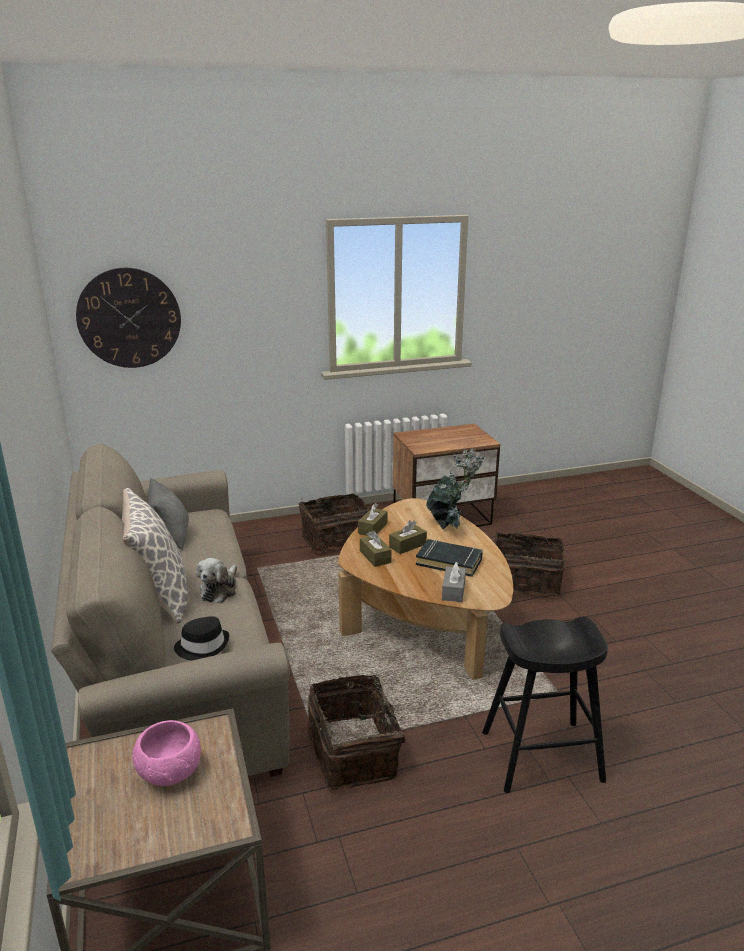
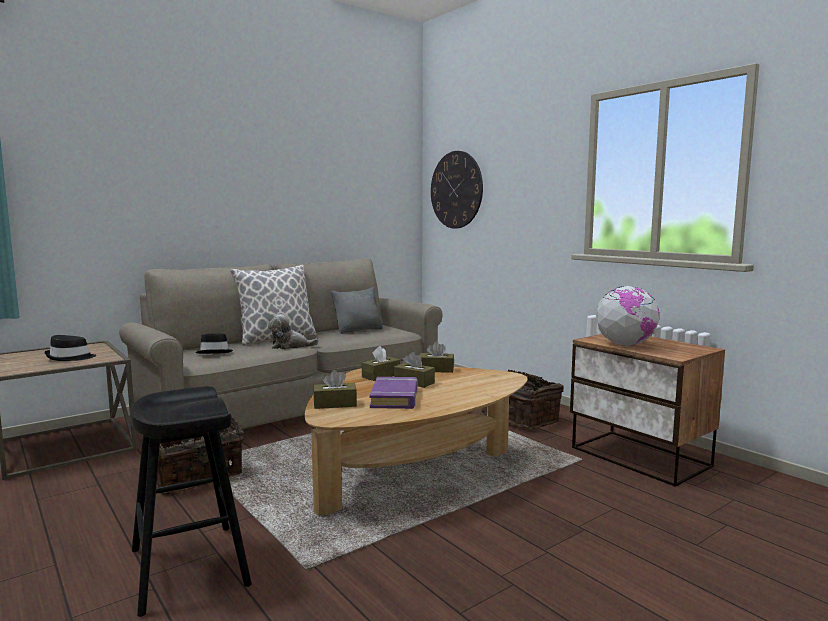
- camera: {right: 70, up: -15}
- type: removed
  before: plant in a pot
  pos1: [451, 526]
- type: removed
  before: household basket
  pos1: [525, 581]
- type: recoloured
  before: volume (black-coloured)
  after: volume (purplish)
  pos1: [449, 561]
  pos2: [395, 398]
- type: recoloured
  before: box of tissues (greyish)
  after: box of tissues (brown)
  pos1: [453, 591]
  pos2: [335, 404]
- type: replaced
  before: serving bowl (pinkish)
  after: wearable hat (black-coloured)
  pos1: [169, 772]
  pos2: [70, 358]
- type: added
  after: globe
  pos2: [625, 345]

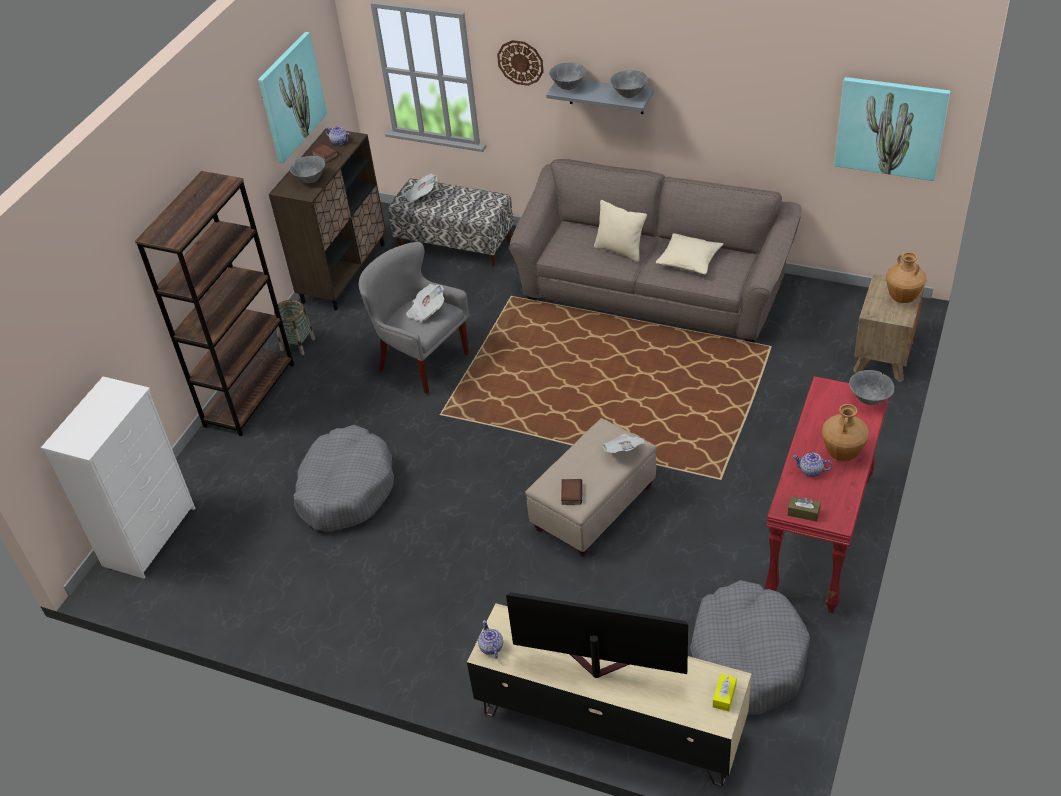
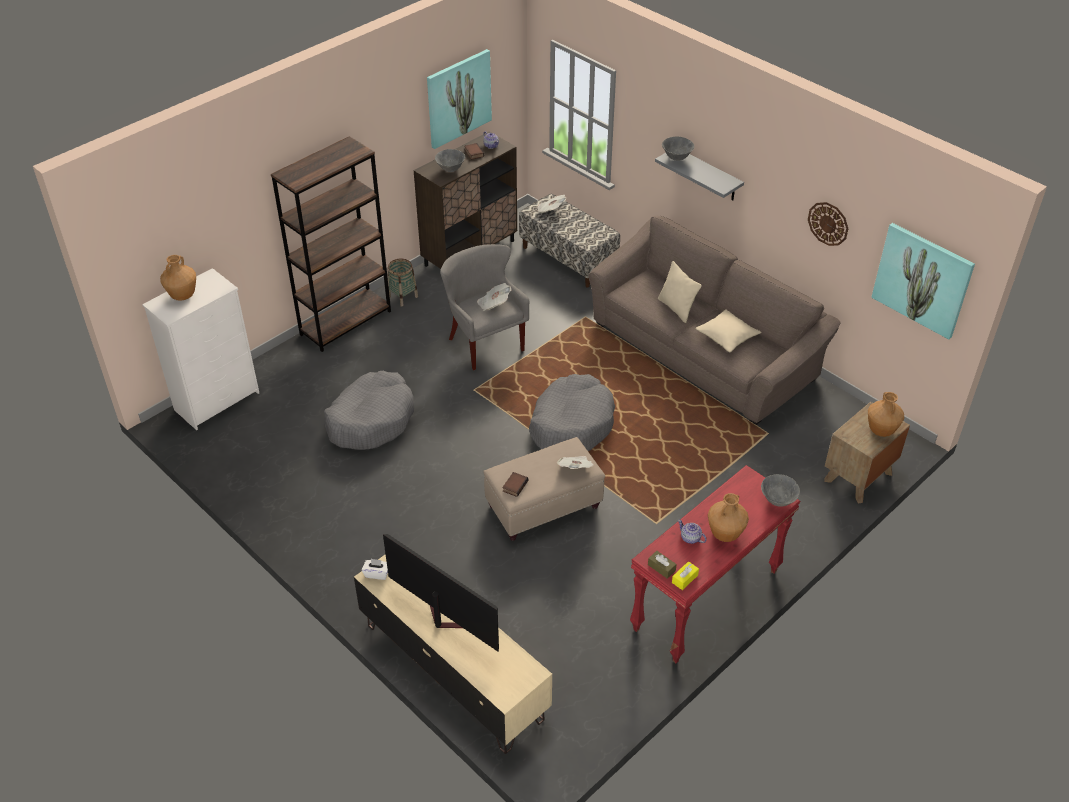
- camera: {right: 20, up: 0}
- type: moved
  before: wall clock
  pos1: [520, 62]
  pos2: [828, 223]
- type: removed
  before: serving bowl (greyish)
  pos1: [629, 95]
- type: moved
  before: dog bed (greyish)
  pos1: [748, 657]
  pos2: [571, 424]
- type: replaced
  before: pot for tea
  after: box of tissues (whitish)
  pos1: [491, 647]
  pos2: [377, 573]
- type: moved
  before: box of tissues (yellow-coloured)
  pos1: [724, 696]
  pos2: [684, 579]
- type: added
  after: decorative vase (brown)
  pos2: [183, 296]

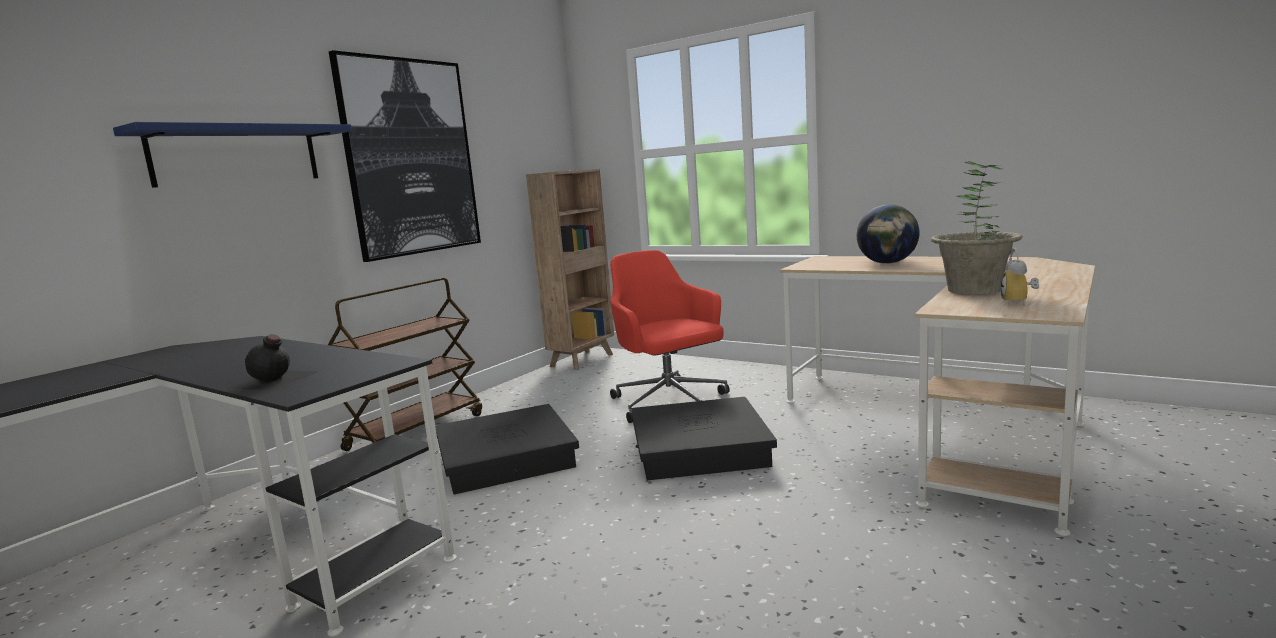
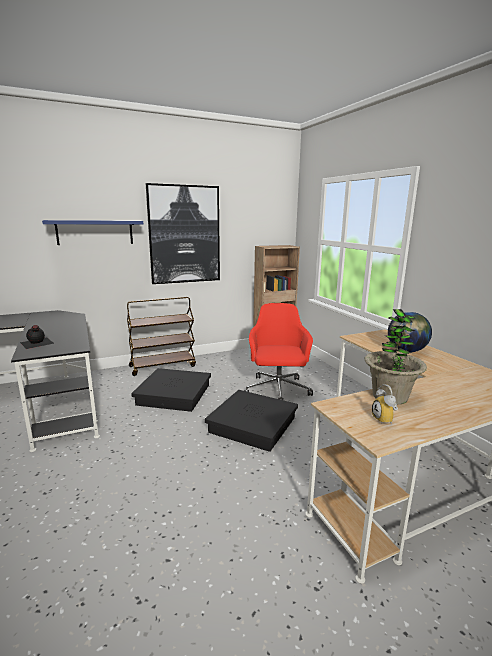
- camera: {right: 30, up: 5}
- type: turned
  before: alarm clock
  pos1: [1019, 303]
  pos2: [385, 420]
  turn: -60

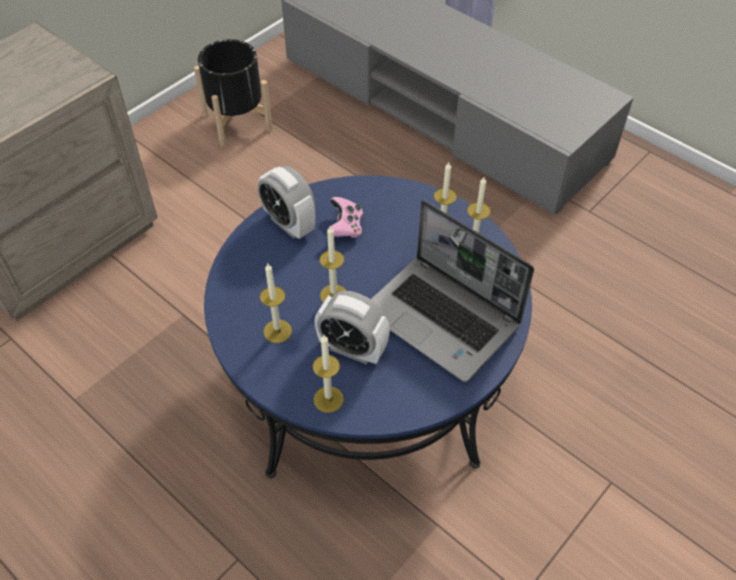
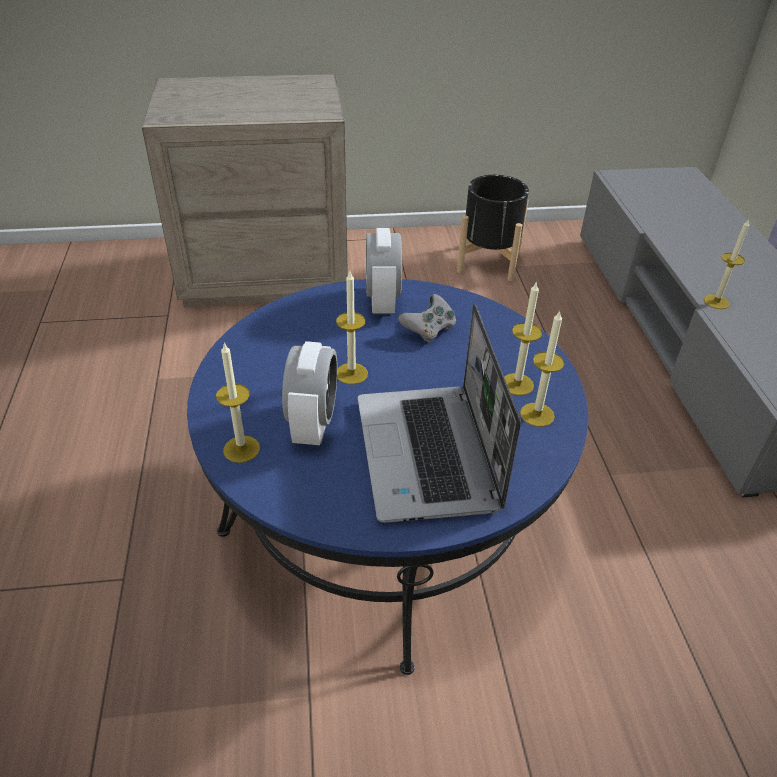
- camera: {right: 40, up: -10}
- type: recoloured
  before: game controller (pinkish)
  after: game controller (greyish)
  pos1: [345, 227]
  pos2: [428, 330]
- type: moved
  before: candle
  pos1: [277, 331]
  pos2: [716, 302]
- type: turned
  before: alarm clock
  pos1: [352, 349]
  pos2: [313, 424]
  turn: -150

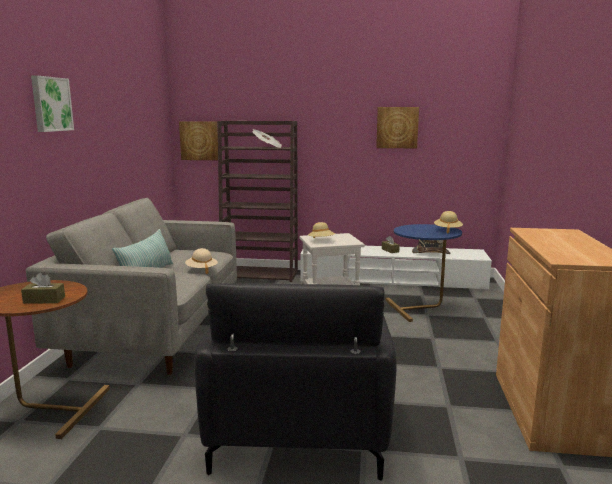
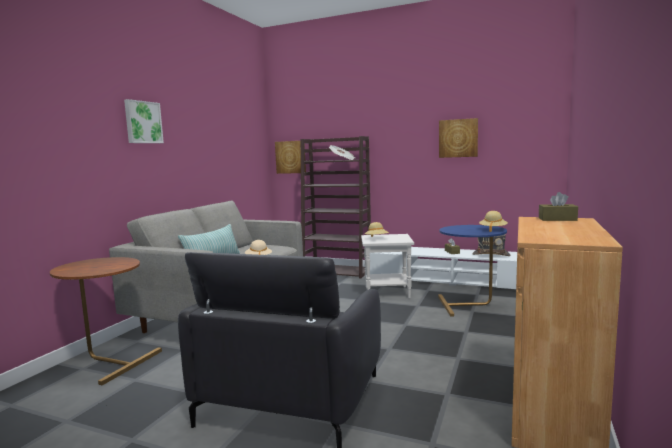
- camera: {right: 15, up: -5}
- type: moved
  before: box of tissues (brown)
  pos1: [44, 300]
  pos2: [557, 219]

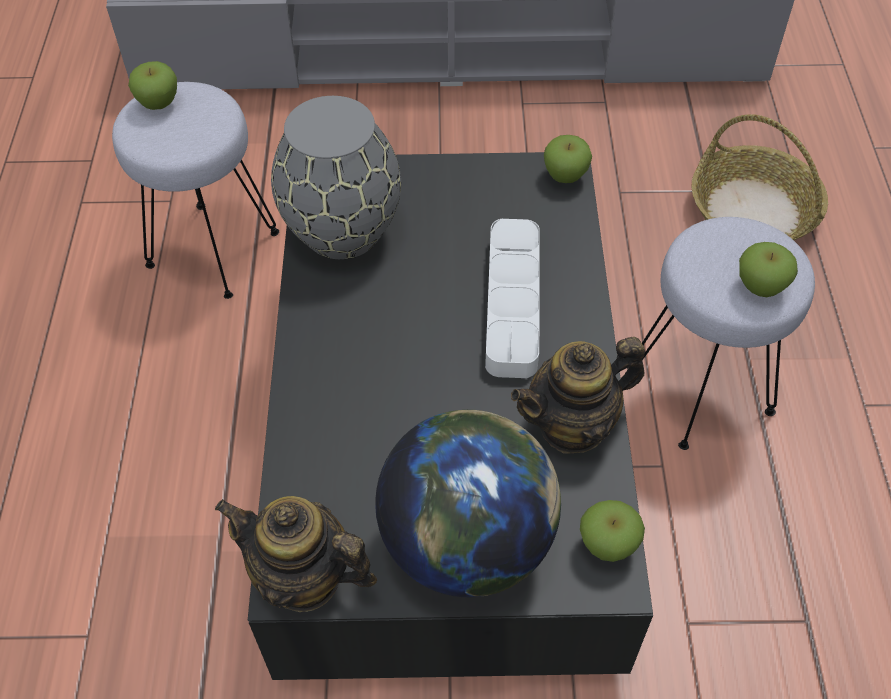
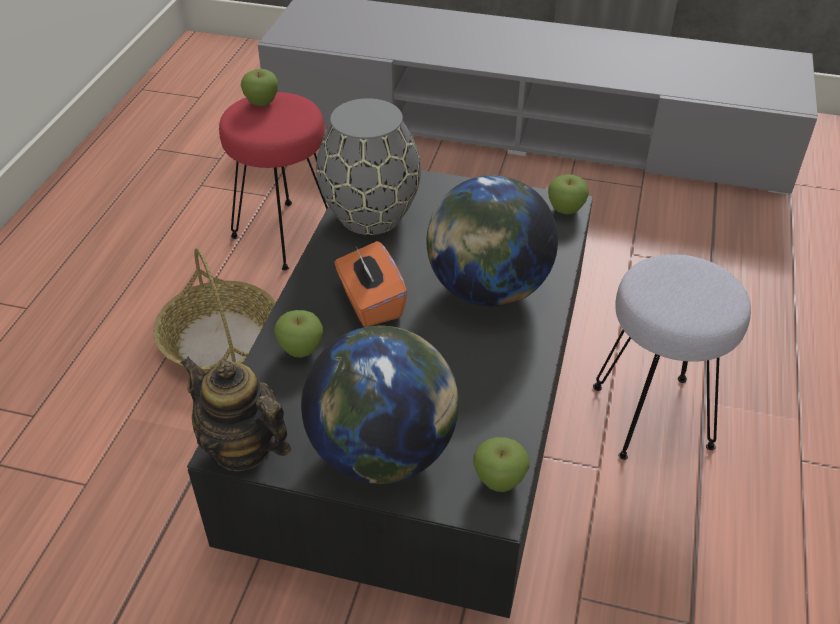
- camera: {right: 15, up: -10}
- type: recoloured
  before: sitting stool (greyish)
  after: sitting stool (red)
  pos1: [212, 251]
  pos2: [285, 235]
- type: moved
  before: household basket
  pos1: [753, 211]
  pos2: [222, 341]
- type: replaced
  before: serving tray (greyish)
  after: globe
  pos1: [512, 302]
  pos2: [487, 289]
- type: moved
  before: apple
  pos1: [760, 287]
  pos2: [301, 350]
- type: removed
  before: pot for tea
  pos1: [573, 425]
- type: added
  after: box of tissues (orange)
  pos2: [370, 303]

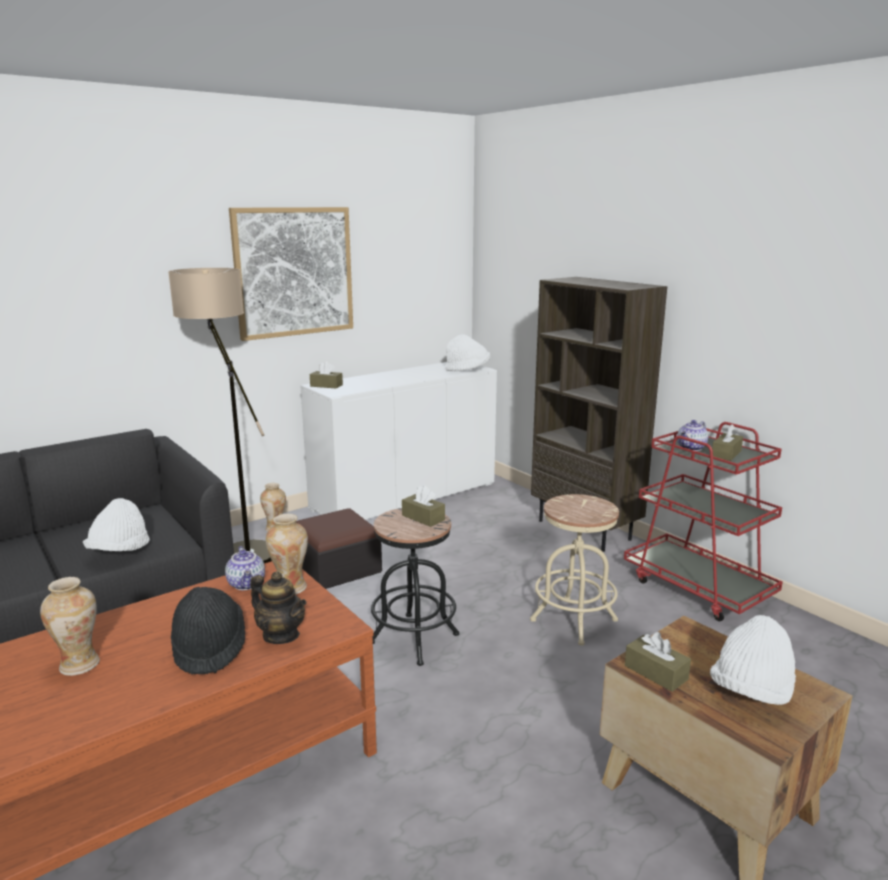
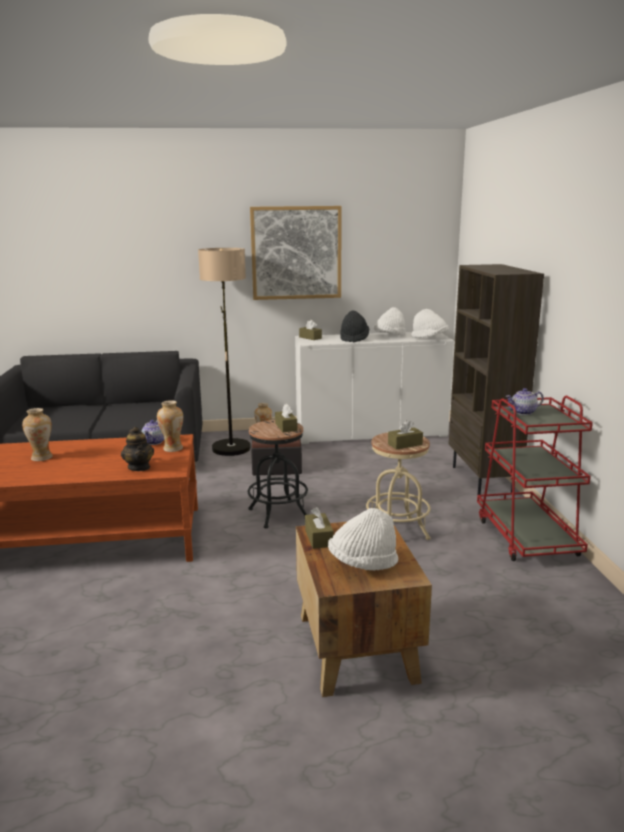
- camera: {right: 30, up: 0}
- type: moved
  before: box of tissues (brown)
  pos1: [726, 454]
  pos2: [405, 444]
- type: moved
  before: wearable hat (whitish)
  pos1: [119, 551]
  pos2: [390, 336]
- type: moved
  before: wearable hat (black-coloured)
  pos1: [209, 648]
  pos2: [354, 339]

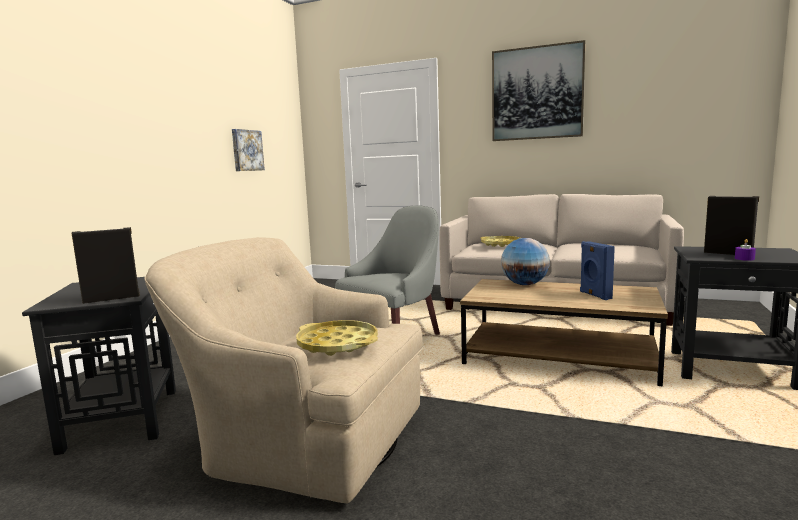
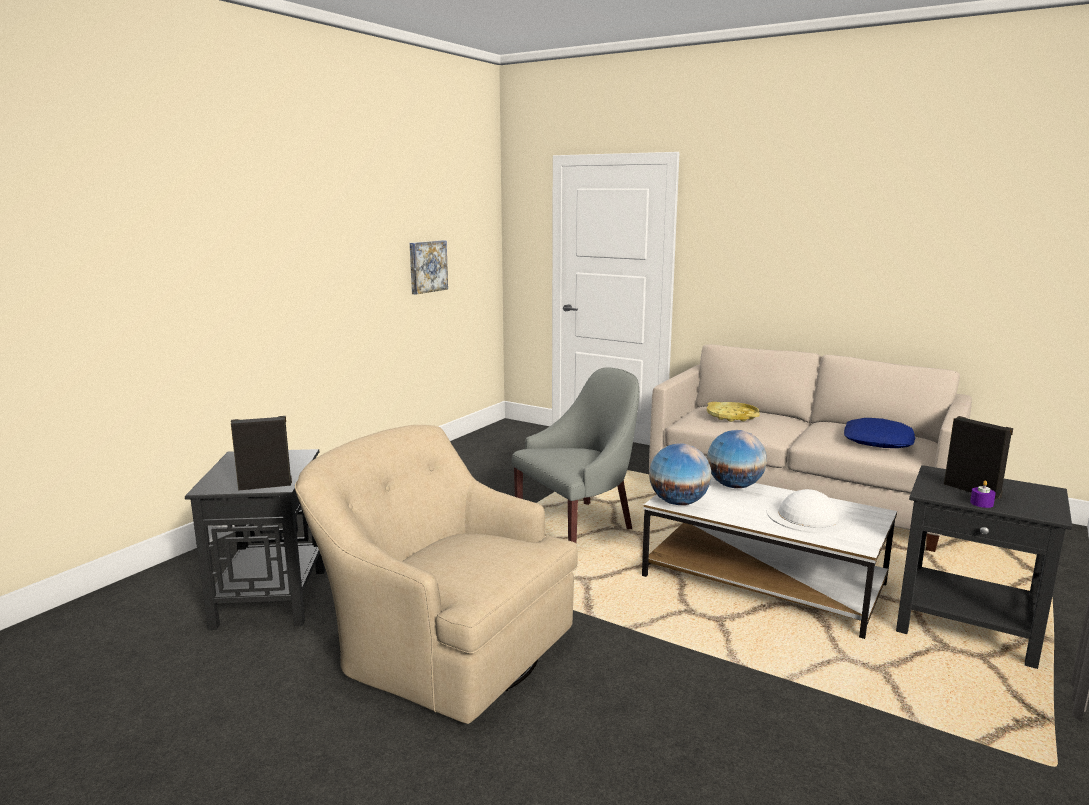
- camera: {right: 10, up: 5}
- type: removed
  before: wall art
  pos1: [537, 93]
- type: replaced
  before: loudspeaker (blue)
  after: wearable hat (whitish)
  pos1: [594, 295]
  pos2: [808, 516]
- type: recoloured
  before: coffee table (brown)
  after: coffee table (whitish)
  pos1: [560, 357]
  pos2: [764, 581]
- type: removed
  before: serving tray (yellow-coloured)
  pos1: [337, 344]
- type: added
  after: pillow (blue)
  pos2: [878, 441]
- type: added
  after: globe
  pos2: [678, 502]

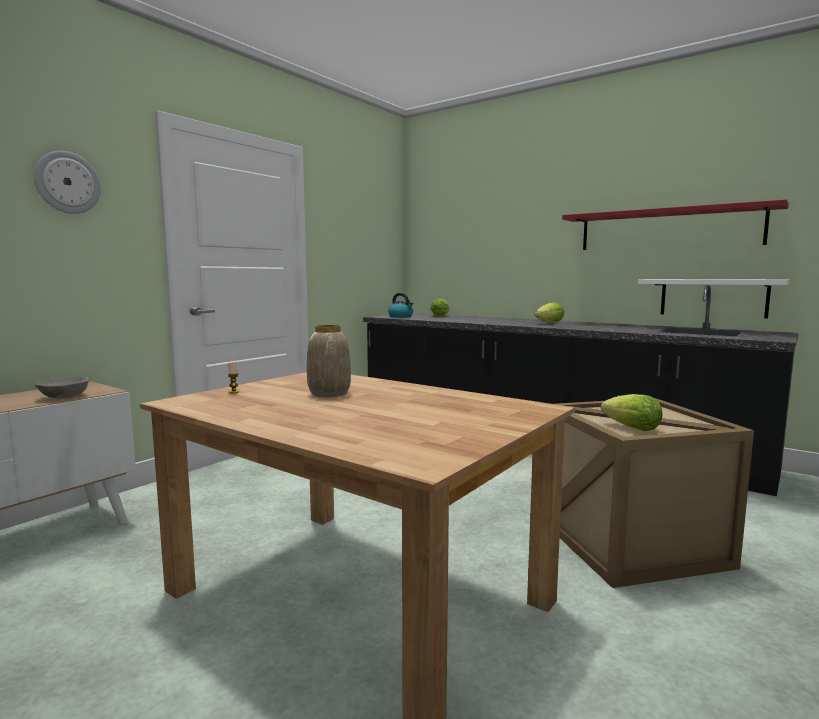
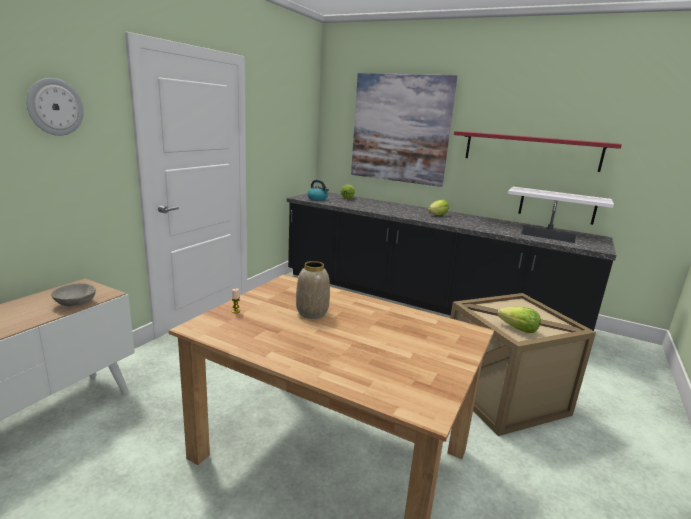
- camera: {right: -10, up: 10}
- type: added
  after: wall art
  pos2: [400, 129]

